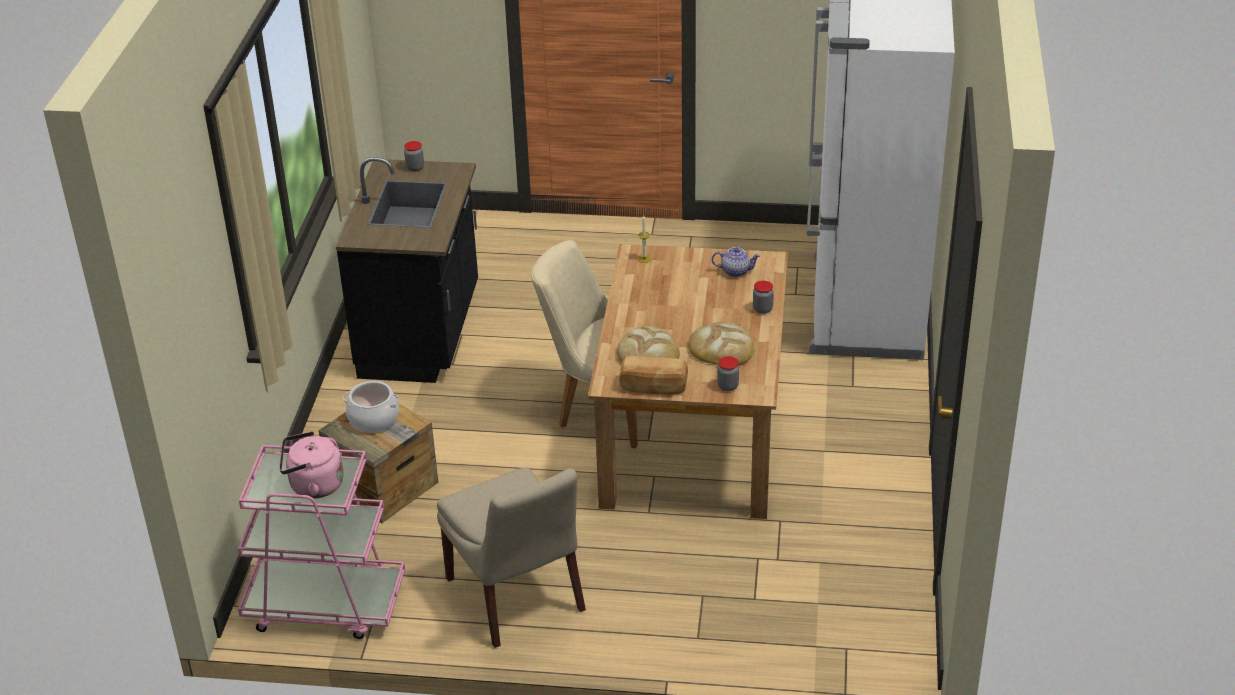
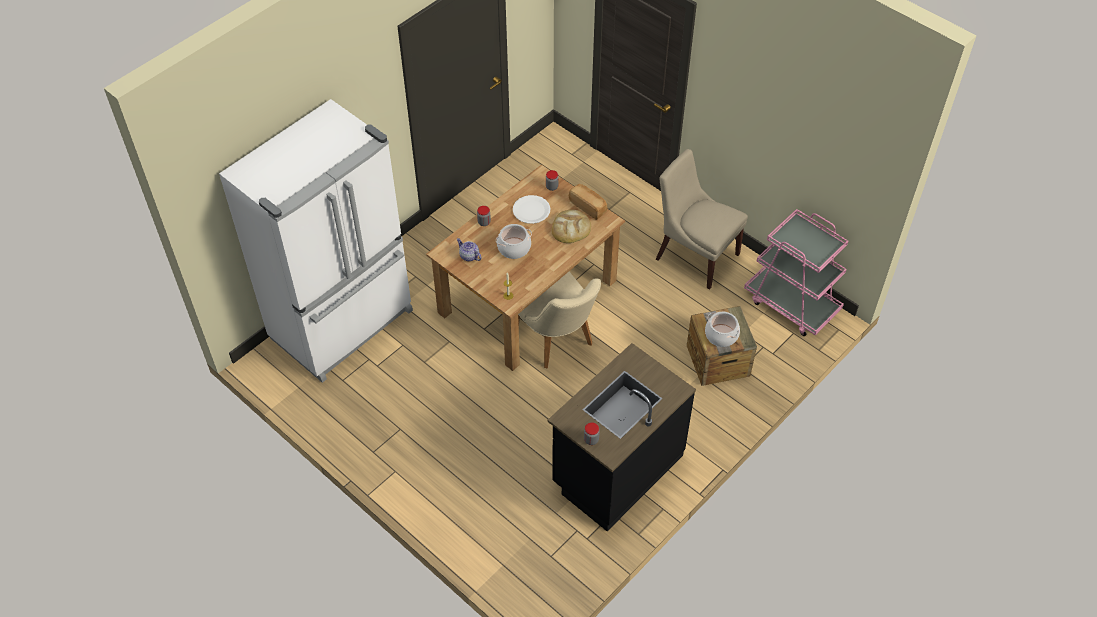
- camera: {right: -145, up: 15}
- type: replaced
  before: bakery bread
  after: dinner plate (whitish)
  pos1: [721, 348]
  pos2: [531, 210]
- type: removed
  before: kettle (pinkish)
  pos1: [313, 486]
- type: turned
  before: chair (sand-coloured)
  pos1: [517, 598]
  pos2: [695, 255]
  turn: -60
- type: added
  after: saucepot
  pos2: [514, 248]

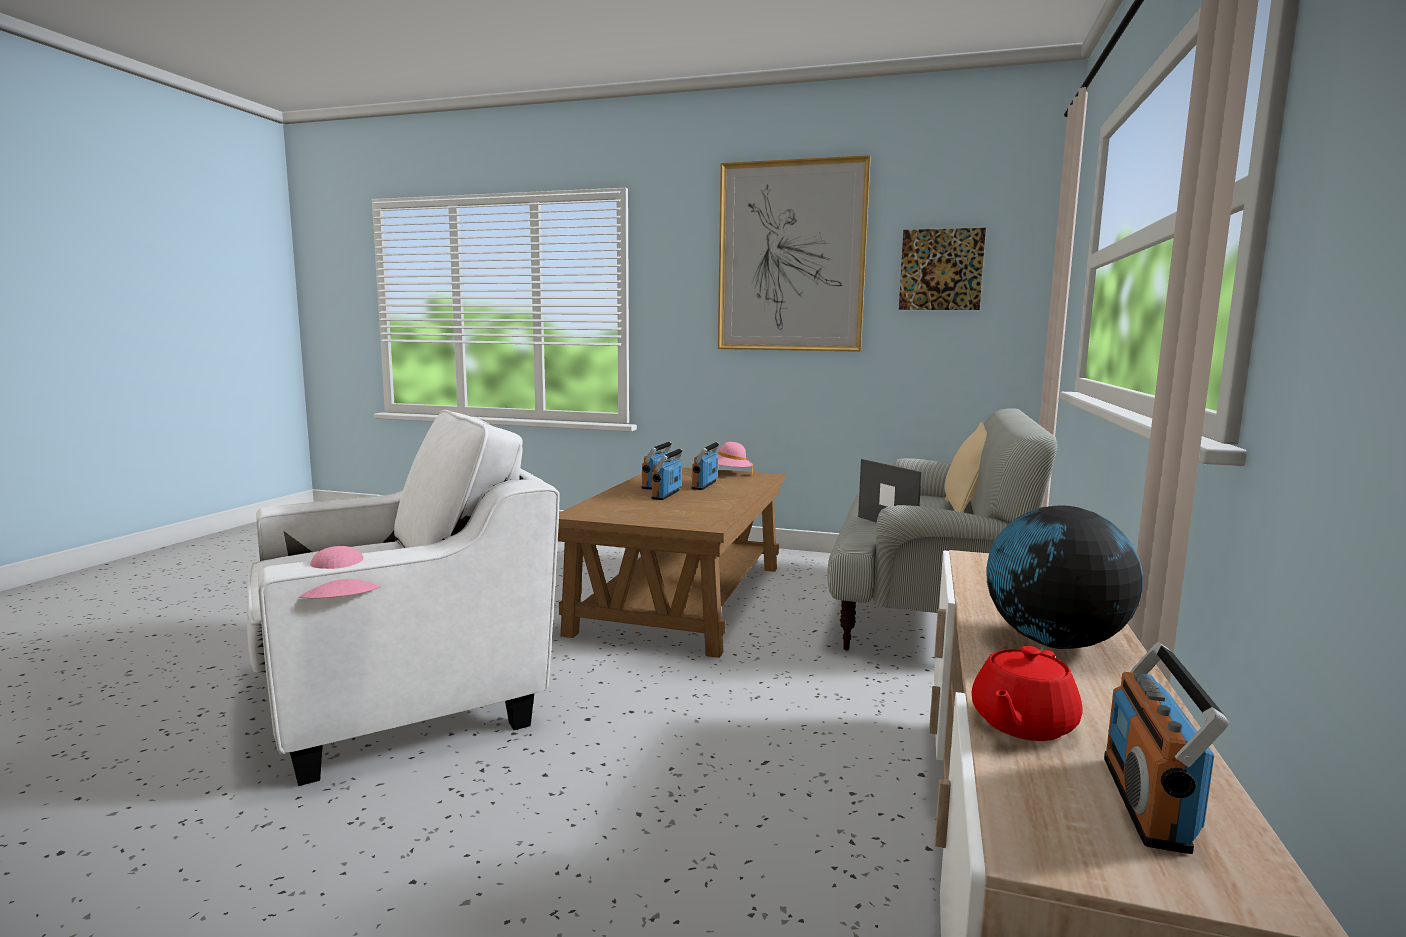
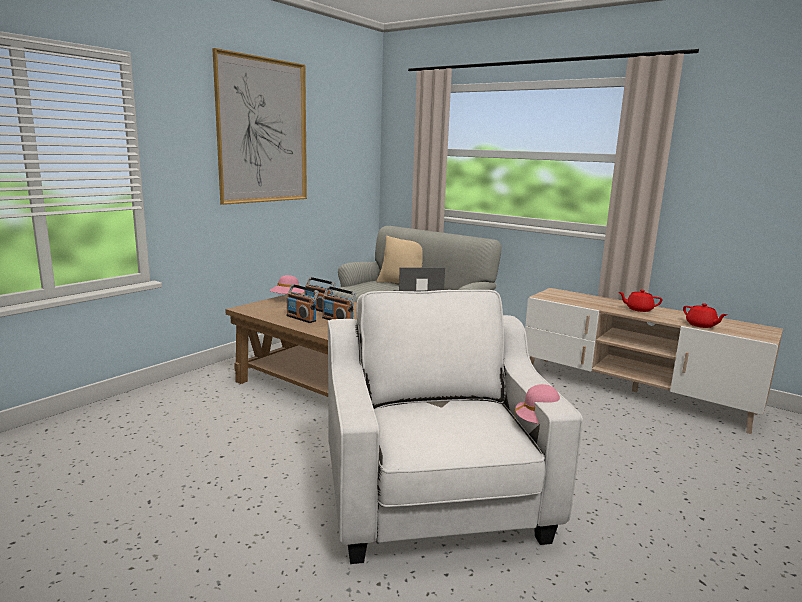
- camera: {right: -70, up: 5}
- type: removed
  before: wall art
  pos1: [941, 269]
- type: replaced
  before: globe
  after: pot for tea (red)
  pos1: [1054, 642]
  pos2: [638, 309]
- type: removed
  before: radio
  pos1: [1147, 802]

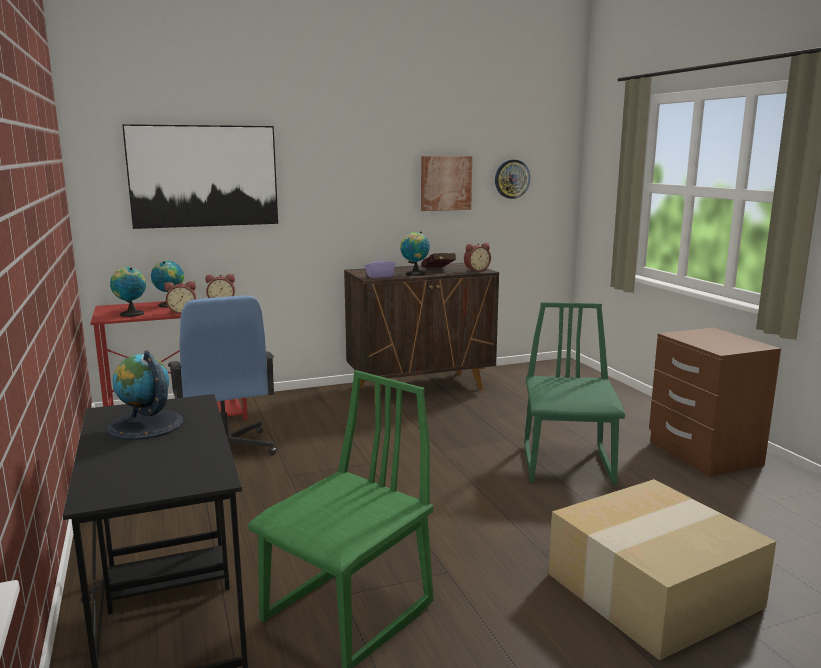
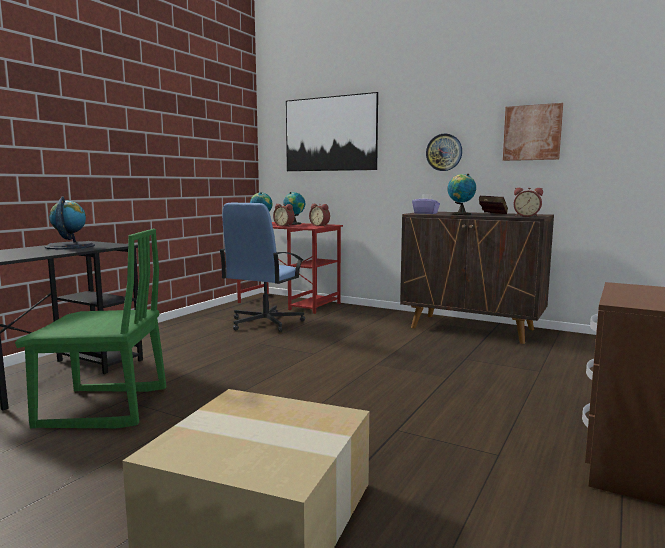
- camera: {right: 50, up: -5}
- type: moved
  before: wall clock
  pos1: [512, 179]
  pos2: [444, 152]
- type: removed
  before: chair (green)
  pos1: [568, 464]

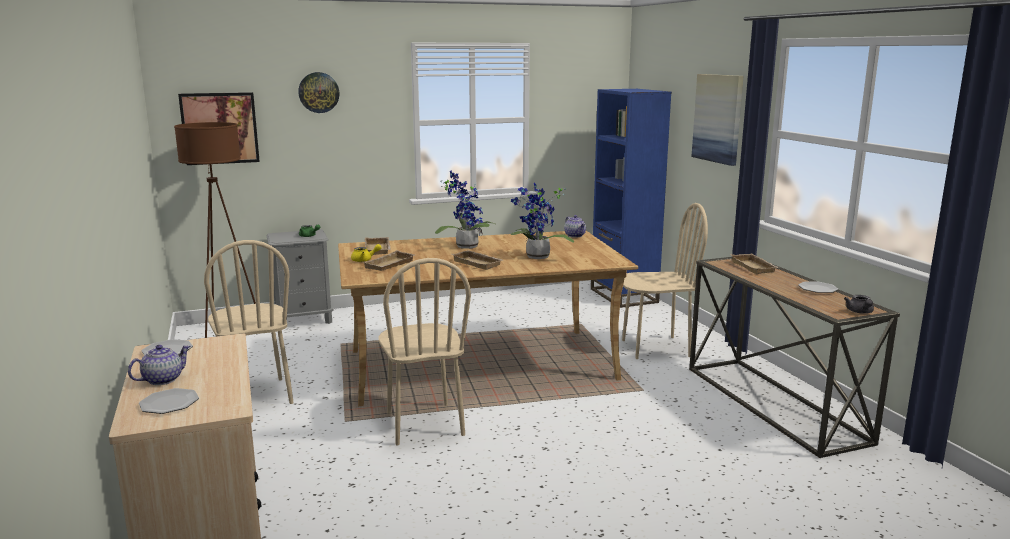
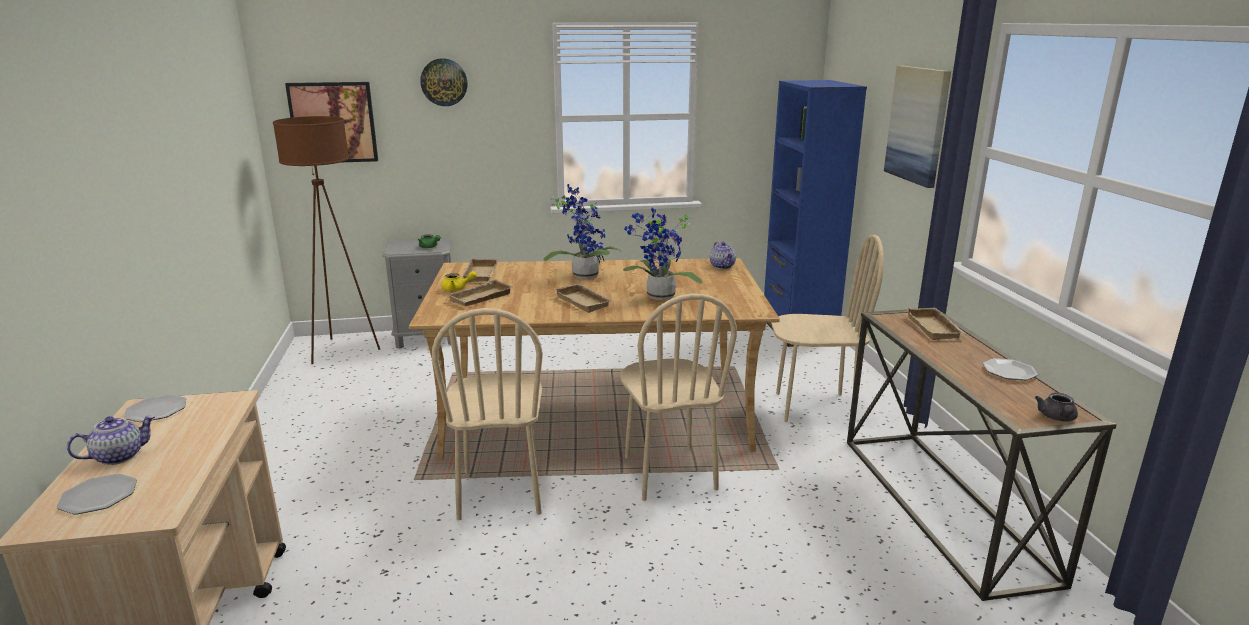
- camera: {right: 10, up: 5}
- type: moved
  before: chair (sand-coloured)
  pos1: [256, 396]
  pos2: [669, 473]

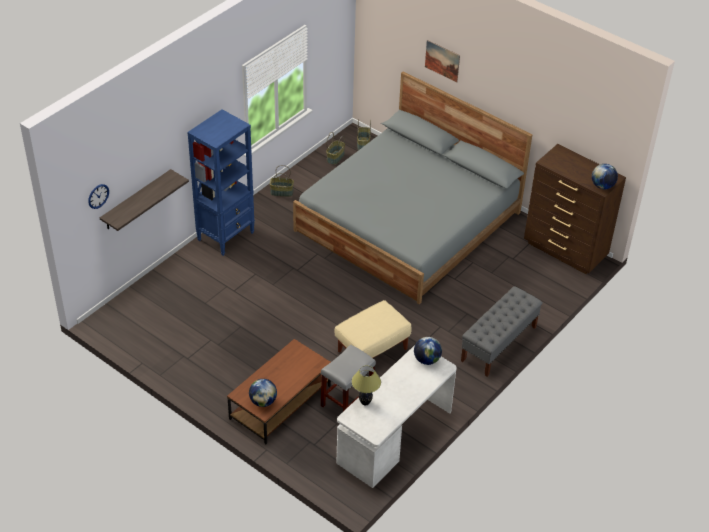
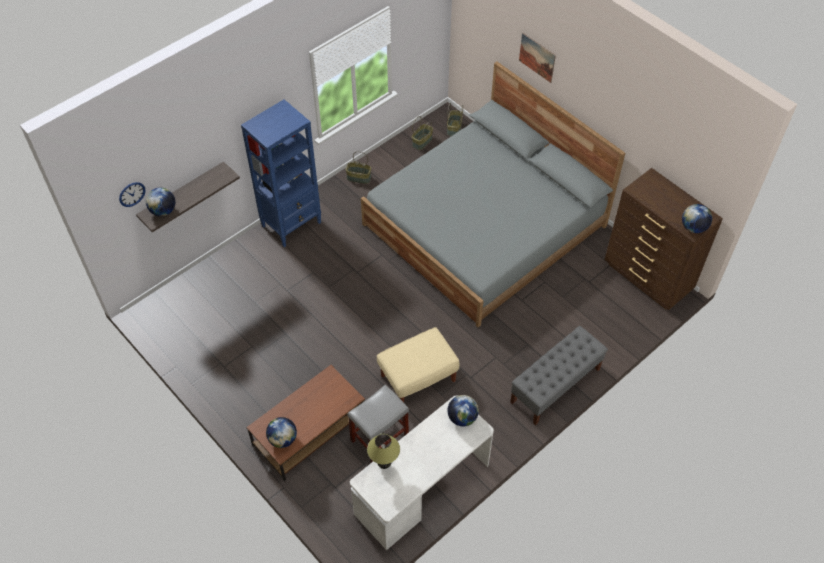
- camera: {right: 10, up: 10}
- type: added
  after: globe
  pos2: [163, 211]

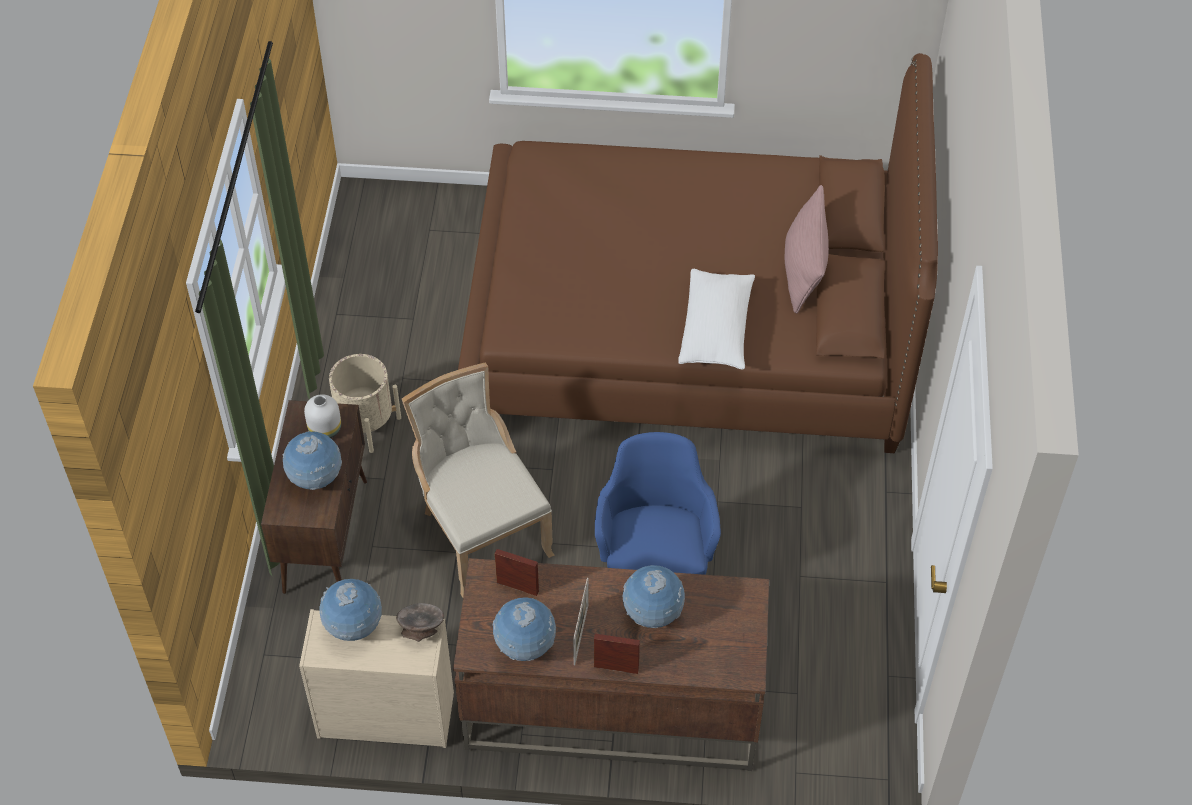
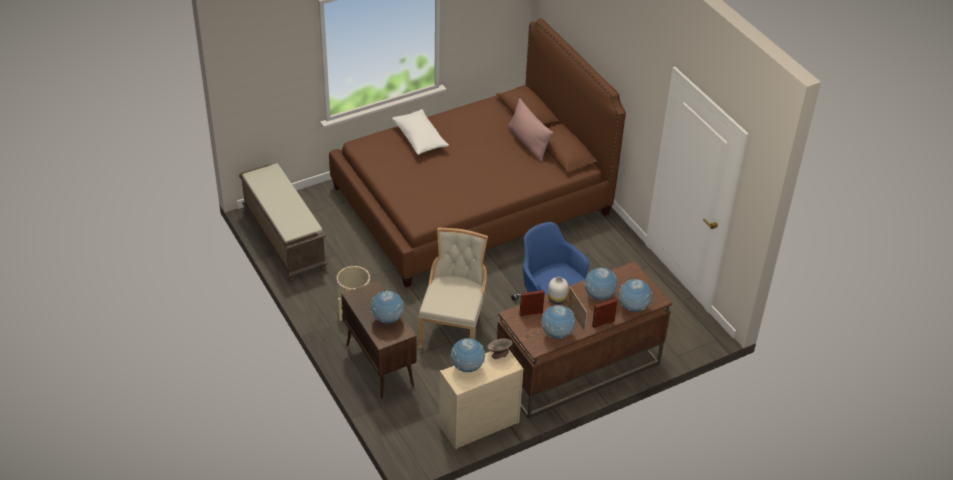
- camera: {right: -35, up: -10}
- type: moved
  before: pillow (whitish)
  pos1: [716, 330]
  pos2: [420, 139]
- type: turned
  before: chair (sand-coloured)
  pos1: [481, 532]
  pos2: [453, 328]
  turn: 75
- type: moved
  before: decorative vase (whitish)
  pos1: [324, 430]
  pos2: [557, 299]
- type: added
  after: indoor bench (brown)
  pos2: [283, 239]
- type: added
  after: globe
  pos2: [633, 308]

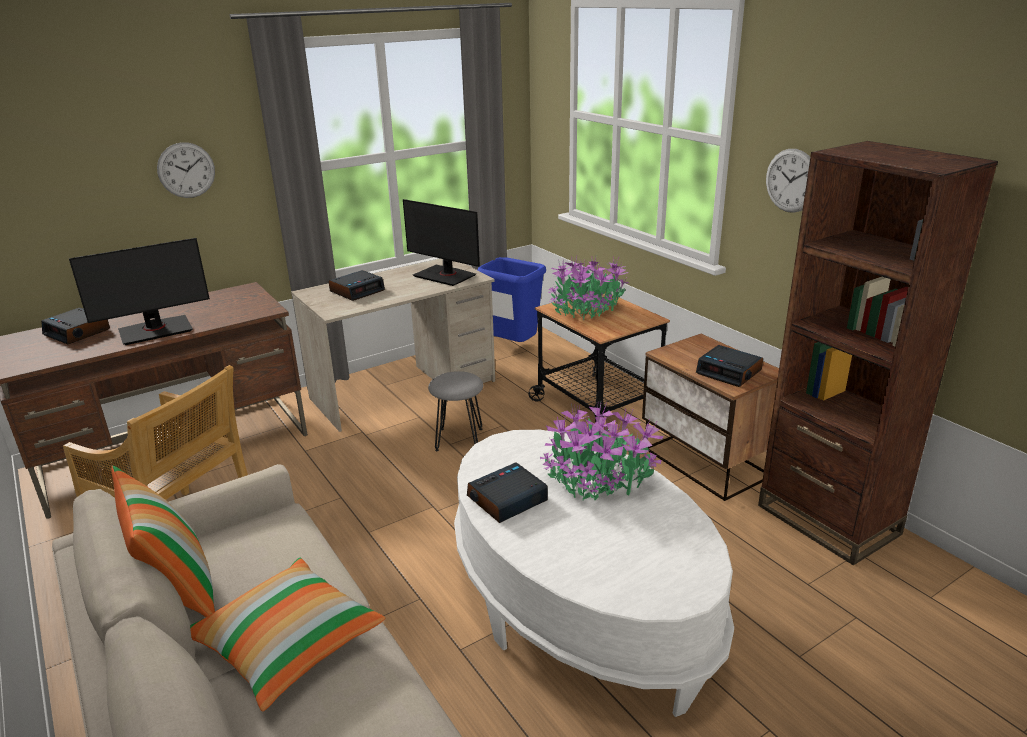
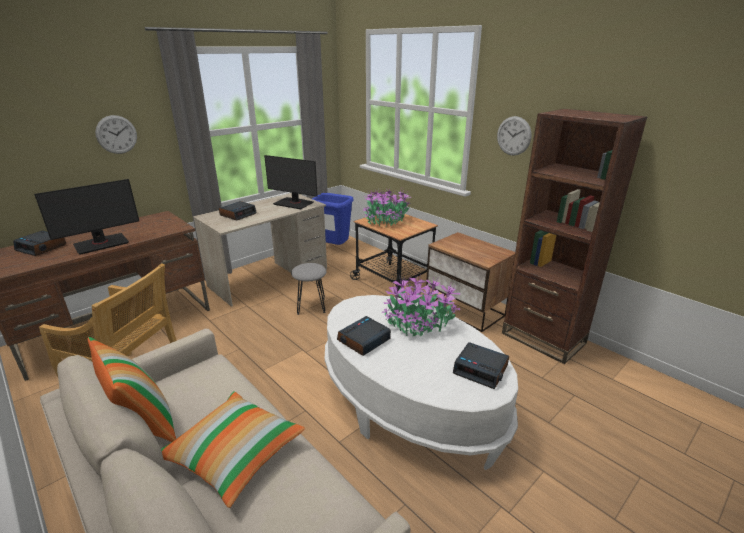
- camera: {right: -10, up: 0}
- type: moved
  before: alarm clock
  pos1: [729, 372]
  pos2: [481, 369]

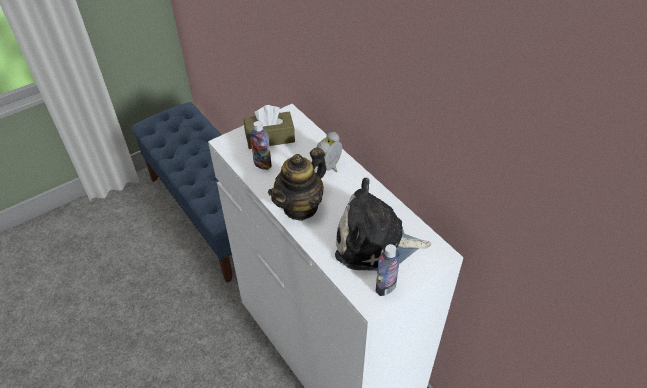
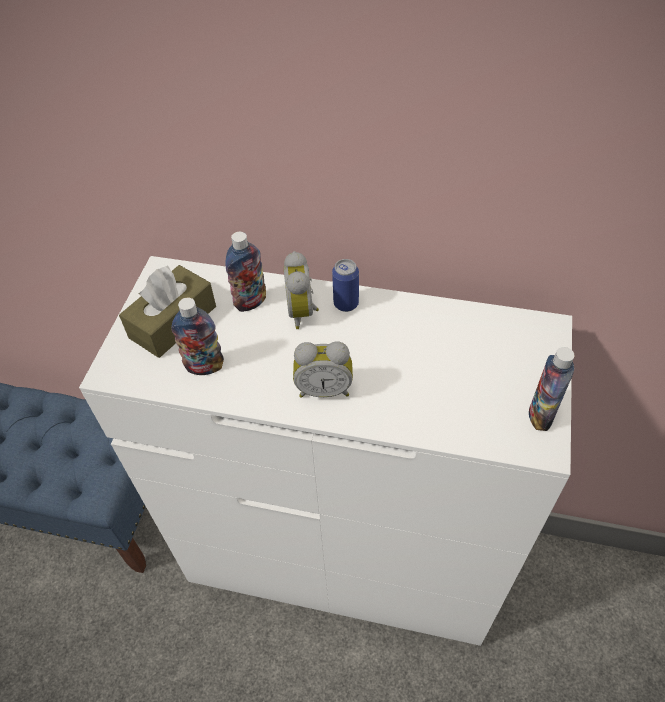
- camera: {right: -40, up: 5}
- type: replaced
  before: pot for tea
  after: alarm clock
  pos1: [300, 206]
  pos2: [324, 388]
- type: removed
  before: soft toy
  pos1: [375, 243]
- type: added
  after: drink bottle
  pos2: [250, 302]
- type: added
  after: sealed can
  pos2: [346, 304]

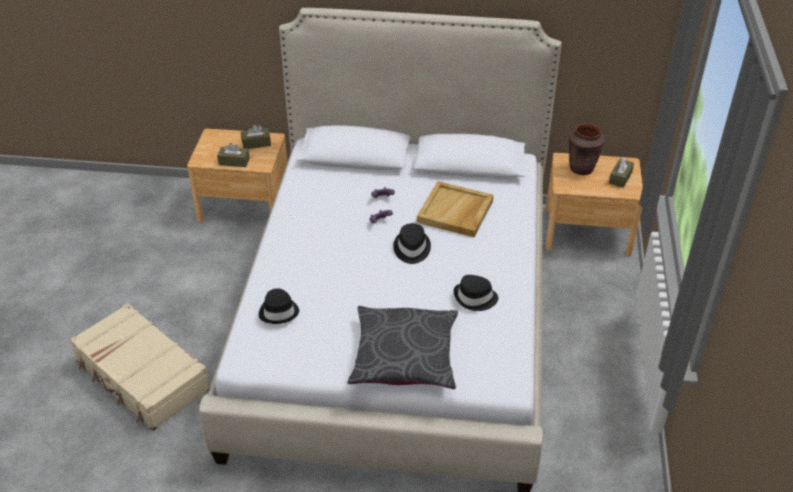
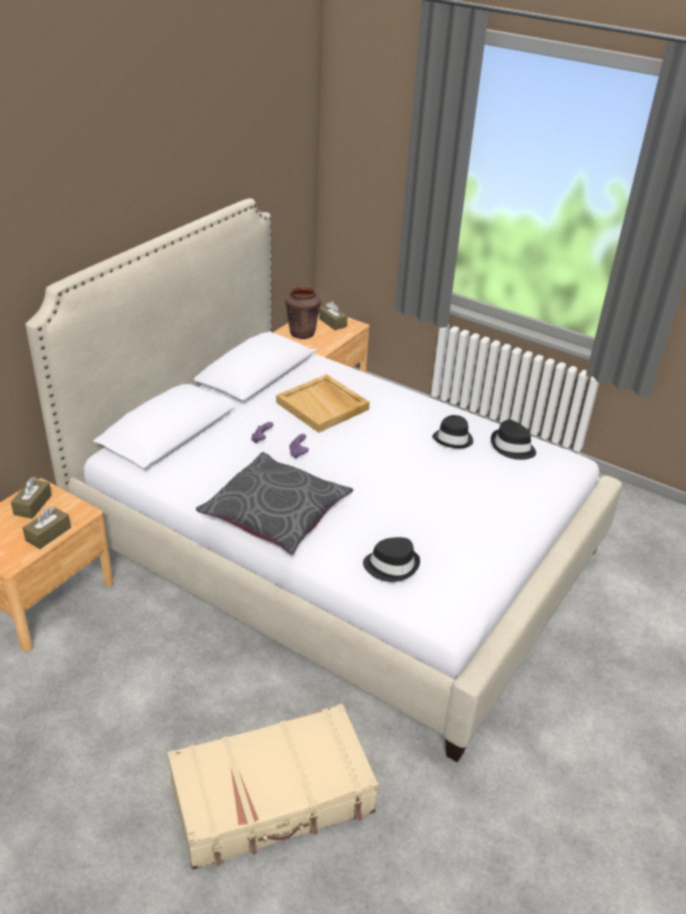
- camera: {right: -65, up: -5}
- type: moved
  before: wearable hat (black-coloured)
  pos1: [411, 249]
  pos2: [512, 447]
- type: moved
  before: pillow (greyish)
  pos1: [404, 356]
  pos2: [276, 513]

